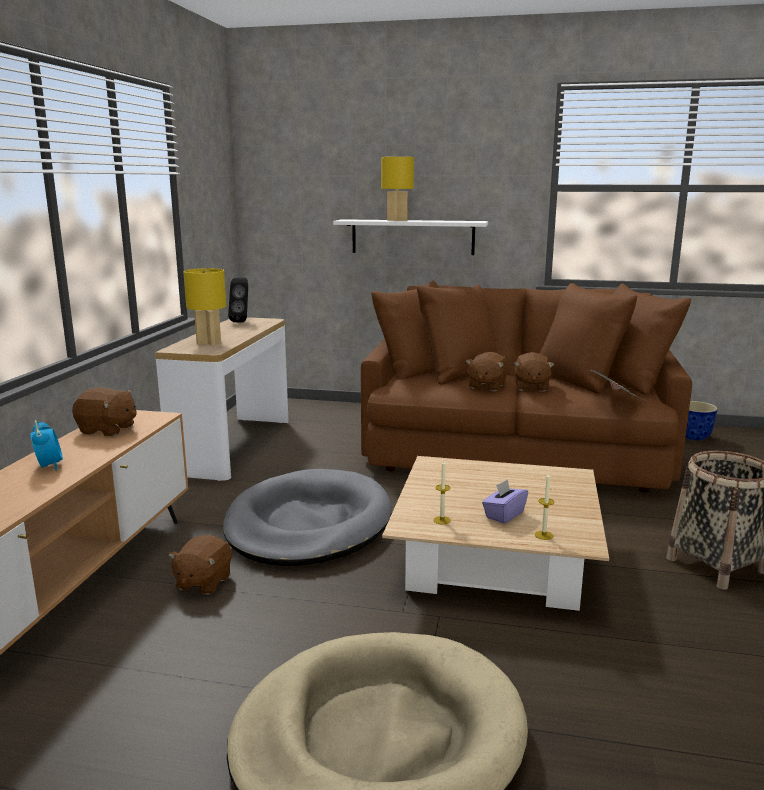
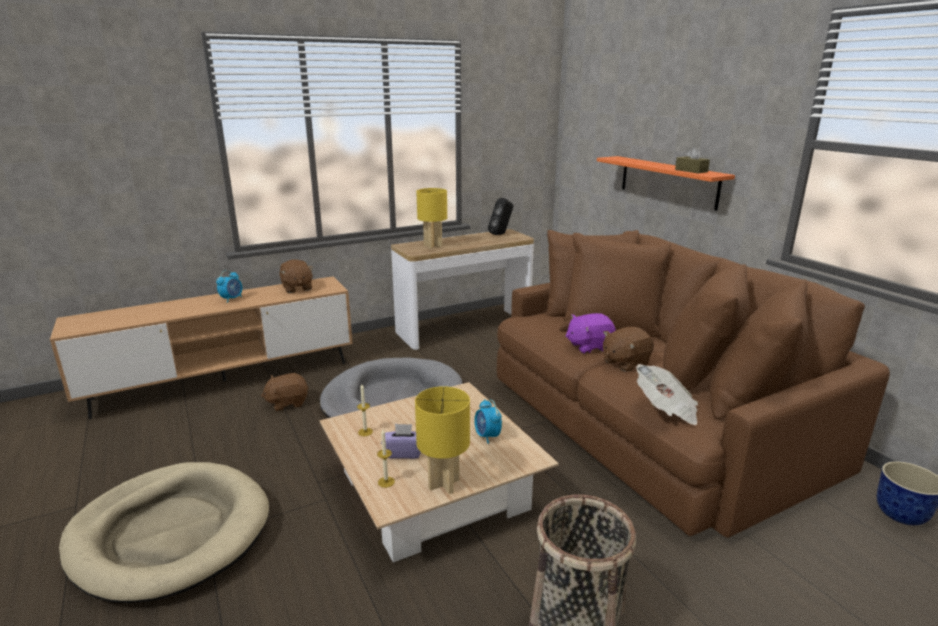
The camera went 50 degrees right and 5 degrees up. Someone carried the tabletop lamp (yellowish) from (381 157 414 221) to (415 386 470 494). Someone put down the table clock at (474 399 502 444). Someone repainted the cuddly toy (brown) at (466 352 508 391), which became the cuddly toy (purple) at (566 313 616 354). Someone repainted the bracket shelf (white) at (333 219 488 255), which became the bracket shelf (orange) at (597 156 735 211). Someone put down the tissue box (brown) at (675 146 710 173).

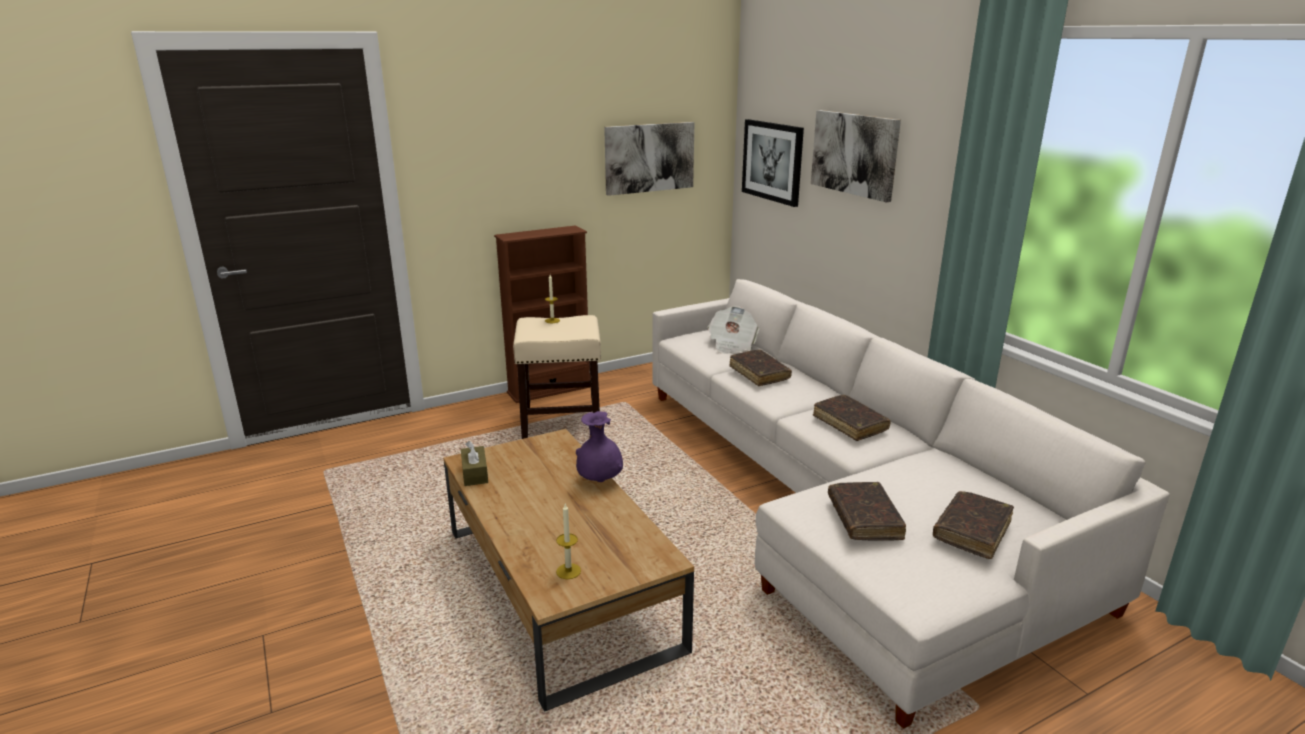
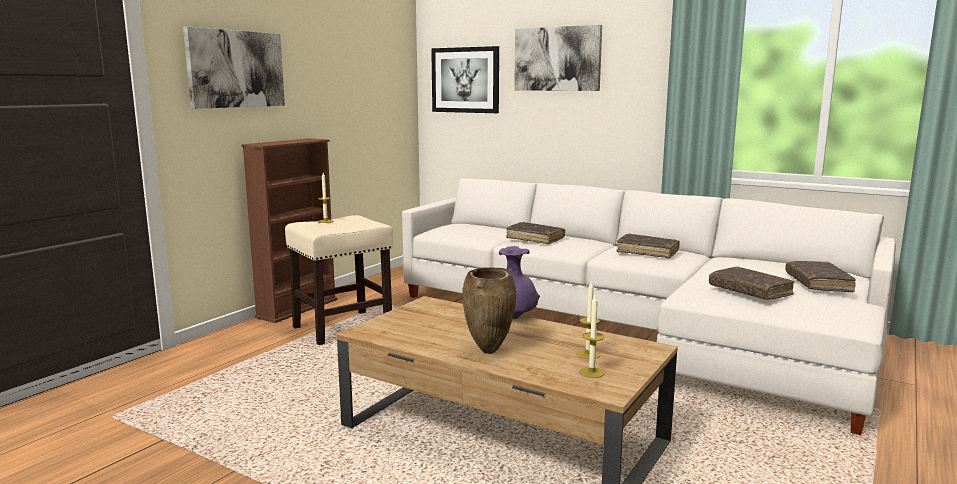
The camera went 30 degrees left and 10 degrees down. Someone carried the picture from (604 122 694 196) to (183 27 285 109). Someone put down the vase (brown) at (462 267 516 354). Someone put down the wax candle at (576 282 600 359). Someone took away the tissue box (brown) at (461 441 488 486). Someone took away the daily paper at (708 306 759 354).

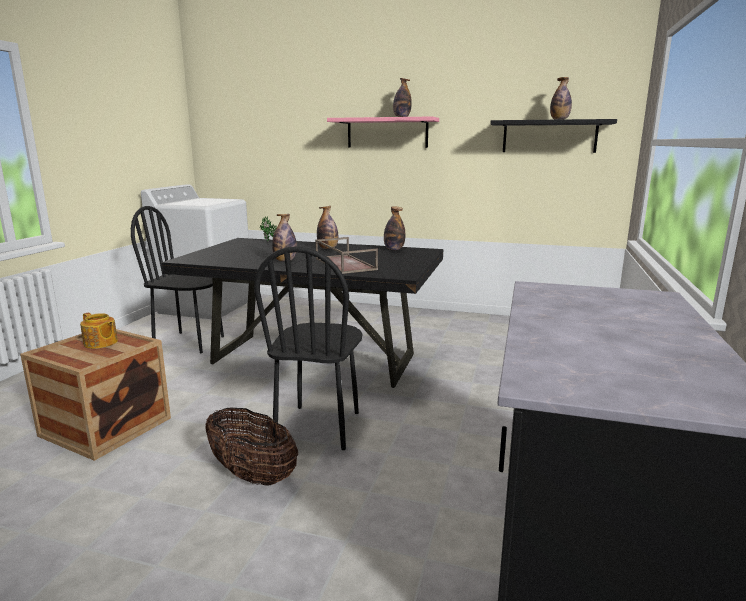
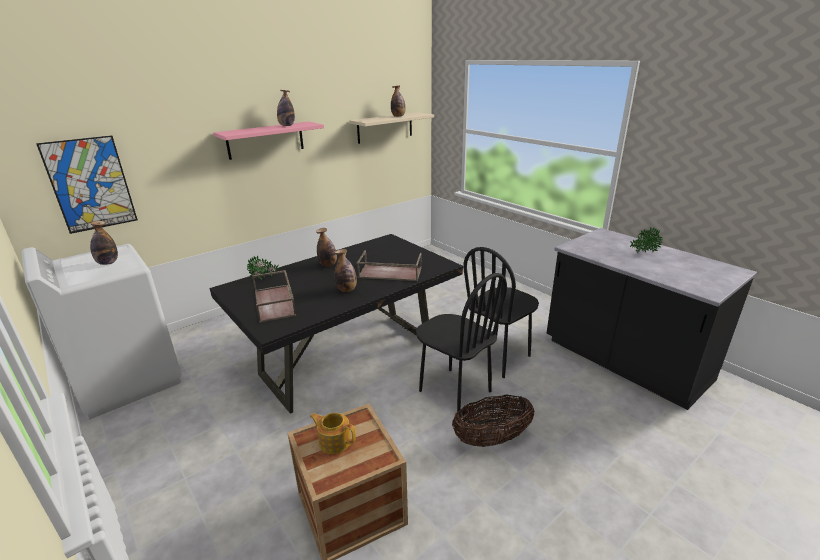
The camera went 55 degrees left and 10 degrees up. Someone put up the picture at (36 135 138 234). Someone carried the drink bottle from (384 207 405 250) to (90 221 118 265). Someone put down the carrying tray (brown) at (252 270 296 323). Someone rotated the pot for tea at (80 313 118 349) by 135 degrees counterclockwise. Someone repainted the bracket shelf (black) at (490 119 617 153), which became the bracket shelf (beige) at (349 112 434 144). Someone carried the upright chair (black) from (131 206 224 353) to (463 247 539 378). Someone put down the houseplant at (630 227 663 253).

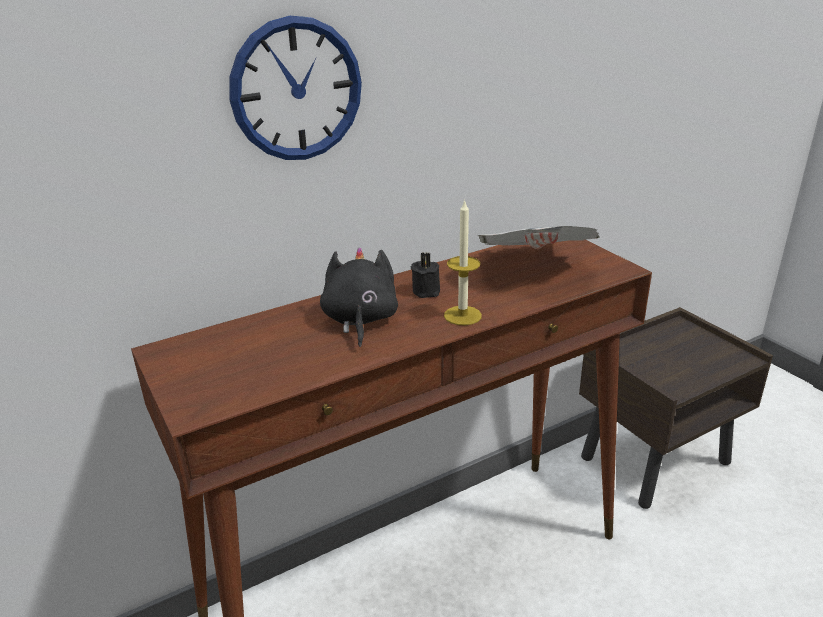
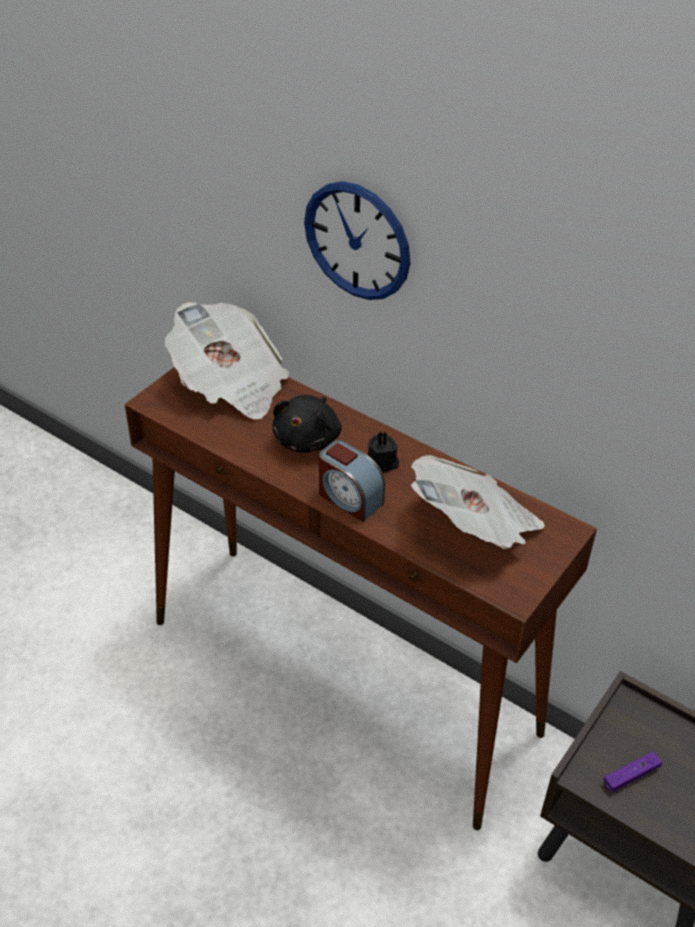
The camera went 65 degrees right and 15 degrees up. Someone put down the daily paper at (165 302 289 420). Someone rotated the cuddly toy (black) at (320 247 398 347) by 135 degrees clockwise. Someone swapped the wax candle at (444 199 482 325) for the table clock at (319 440 385 522). Someone put down the joypad (purple) at (603 751 662 792).

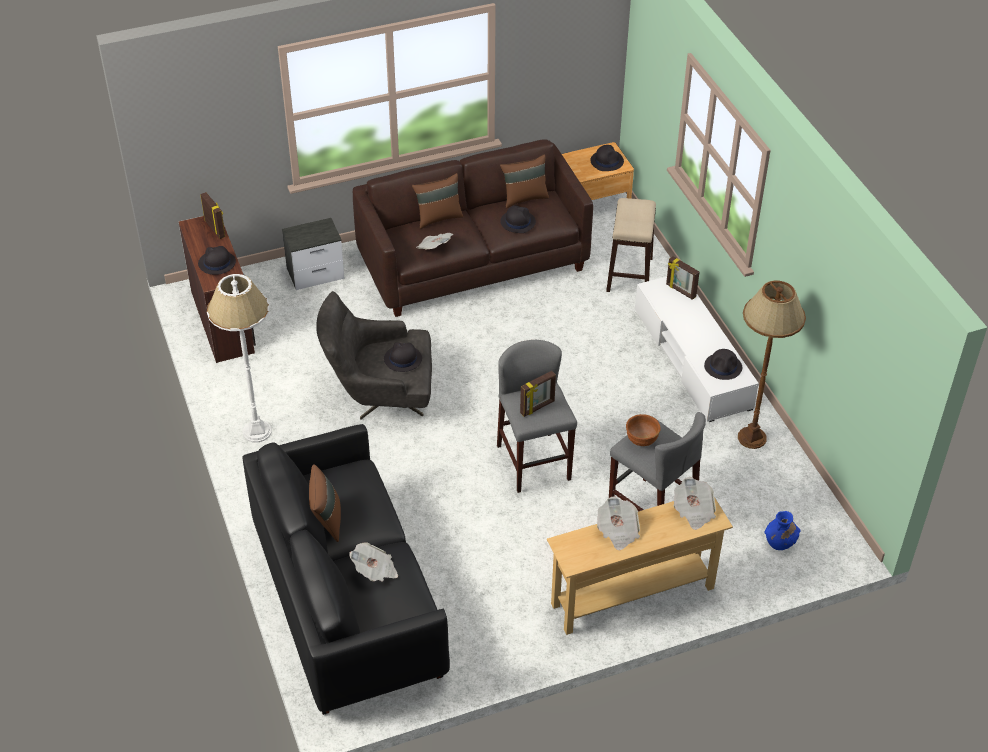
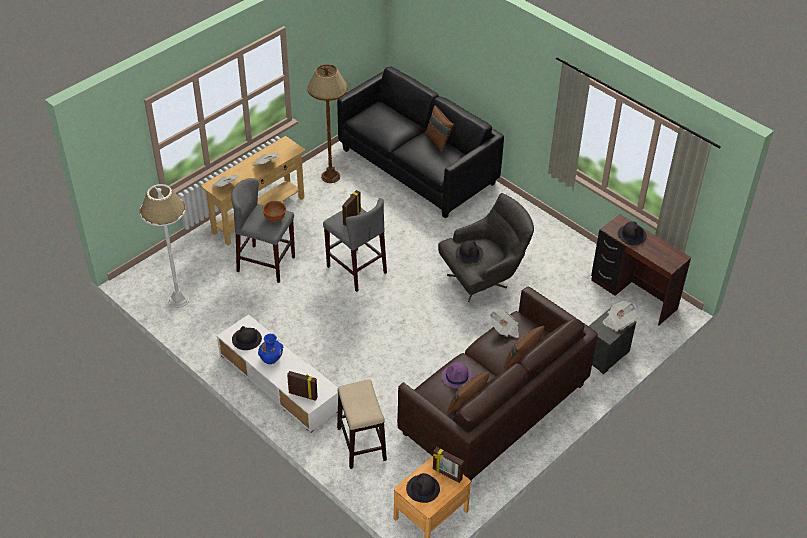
The camera went 155 degrees right and 0 degrees up. Someone carried the floor lamp (white) from (207 274 272 442) to (140 184 189 308). Someone carried the vase (blue) from (764 511 801 550) to (258 334 283 364). Someone carried the floor lamp (brown) from (738 281 806 449) to (307 64 348 183). Someone carried the picture frame from (200 192 226 239) to (433 447 464 483). Someone repainted the clothing hat (black) at (500 205 536 233), which became the clothing hat (purple) at (441 362 473 389). Someone carried the daily paper from (349 542 398 582) to (603 301 637 332).

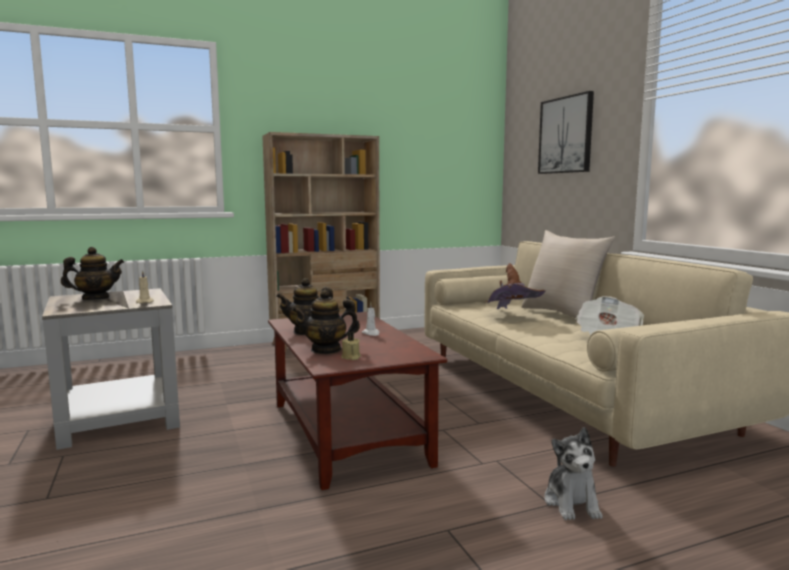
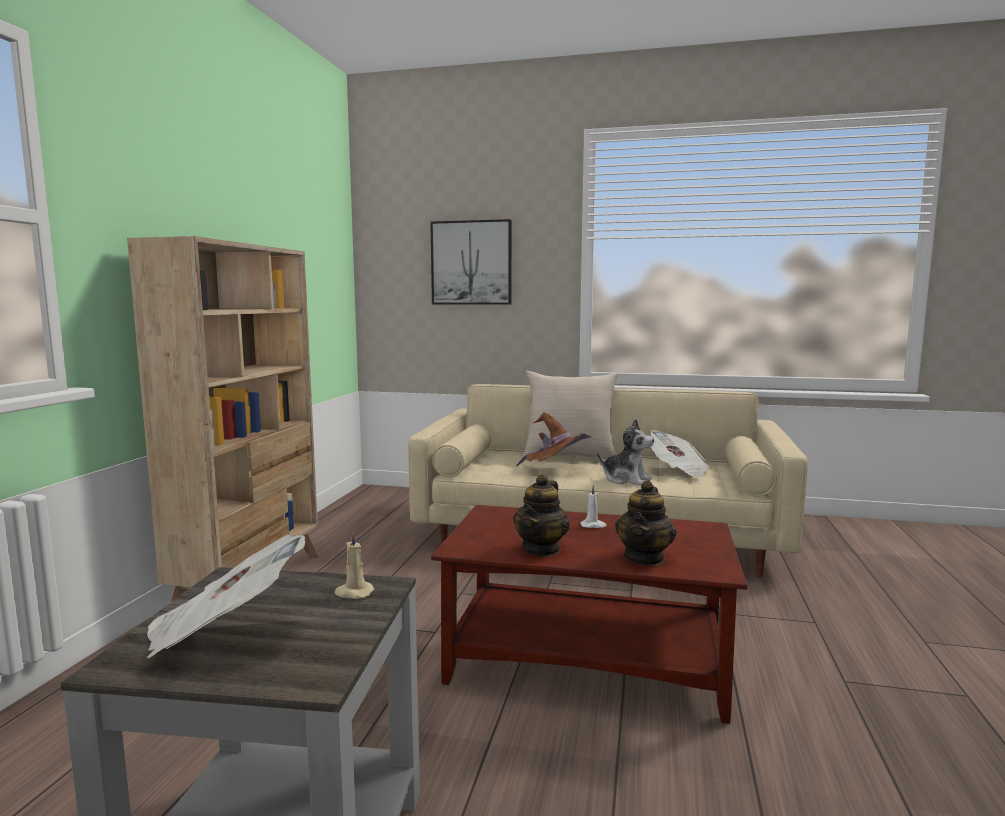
The camera went 55 degrees left and 0 degrees up. Someone swapped the pot for tea at (61 247 124 300) for the daily paper at (147 534 306 658). Someone carried the cuddly toy from (544 427 603 520) to (597 419 654 485). Someone took away the wax candle (beige) at (341 332 361 360).

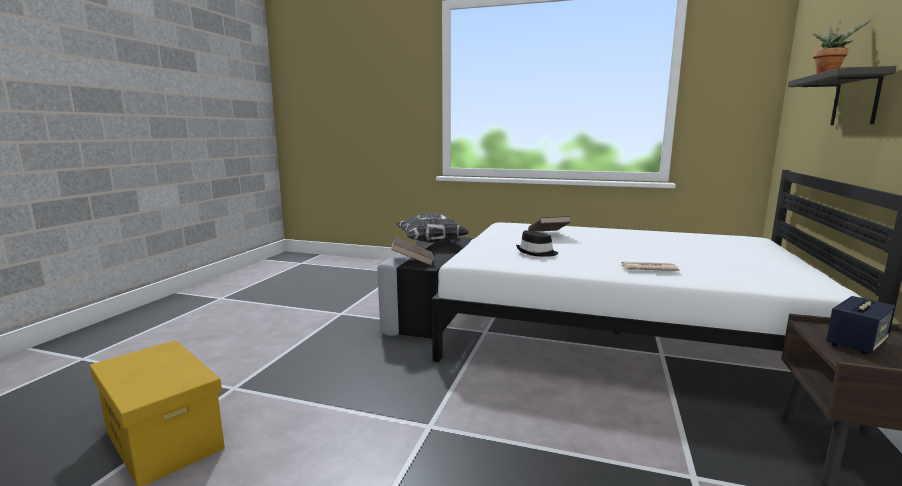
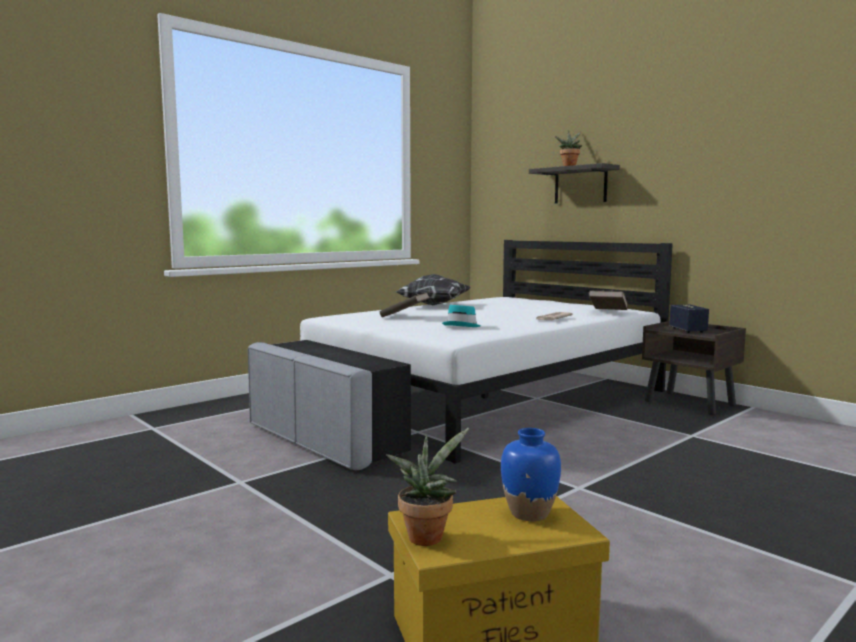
The camera went 60 degrees left and 5 degrees down. Someone put down the houseplant at (386 428 469 546). Someone carried the cushion from (396 212 469 243) to (396 274 470 305). Someone repainted the clothing hat (black) at (516 230 558 257), which became the clothing hat (turquoise) at (442 305 481 327). Someone put down the vase (blue) at (501 428 561 521). Someone carried the book (brown) from (391 237 434 266) to (588 290 628 310).

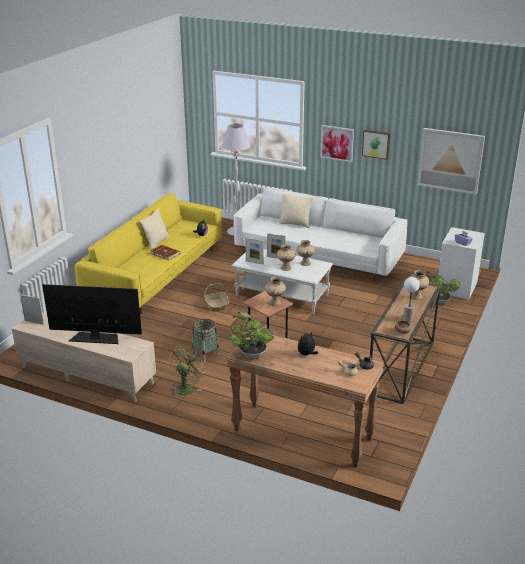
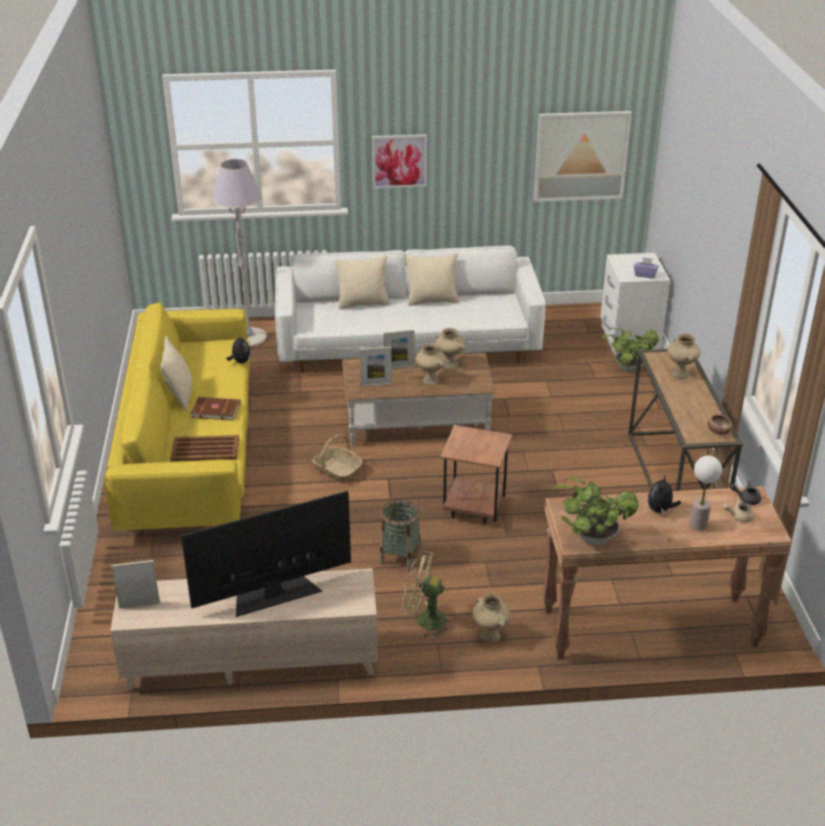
The camera went 30 degrees left and 5 degrees up. Someone put down the carrying tray (brown) at (170 435 239 462). Someone repainted the lounge table (white) at (232 249 333 314), which became the lounge table (brown) at (342 353 496 446). Someone rotated the cooling fan (green-coloured) at (169 345 207 396) by 75 degrees counterclockwise. Someone put down the cushion (beige) at (406 253 459 306). Someone carried the vase (beige) from (265 277 286 306) to (473 594 510 644). Someone carried the tabletop lamp from (403 277 420 322) to (690 456 722 531). Someone took away the picture at (362 130 390 160).

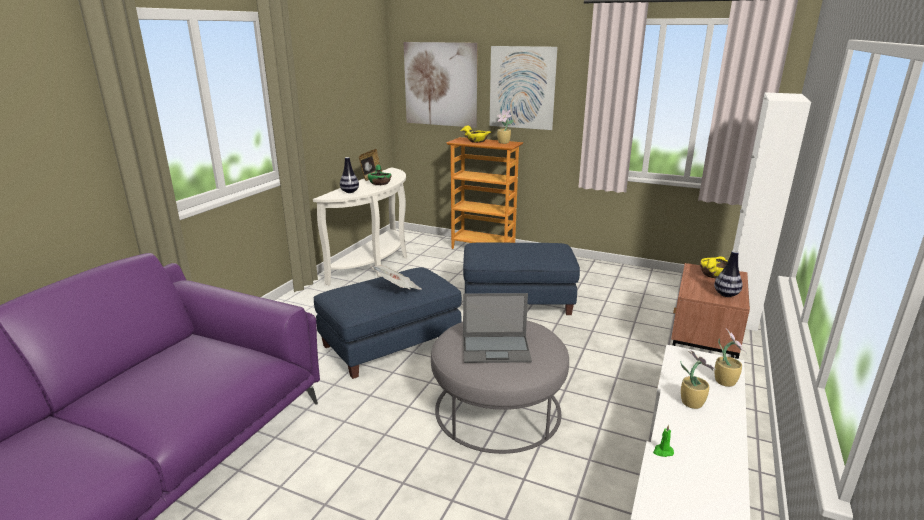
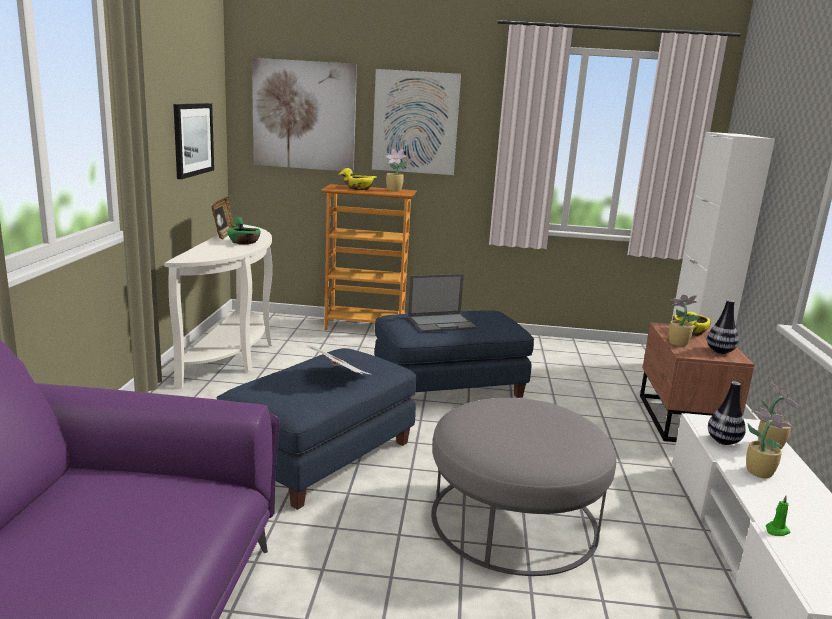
The camera went 20 degrees left and 5 degrees down. Someone put up the picture at (173 103 214 179). Someone carried the laptop from (463 293 532 363) to (408 274 477 332). Someone put down the houseplant at (669 294 700 346). Someone carried the vase from (340 157 359 193) to (708 382 746 445).

